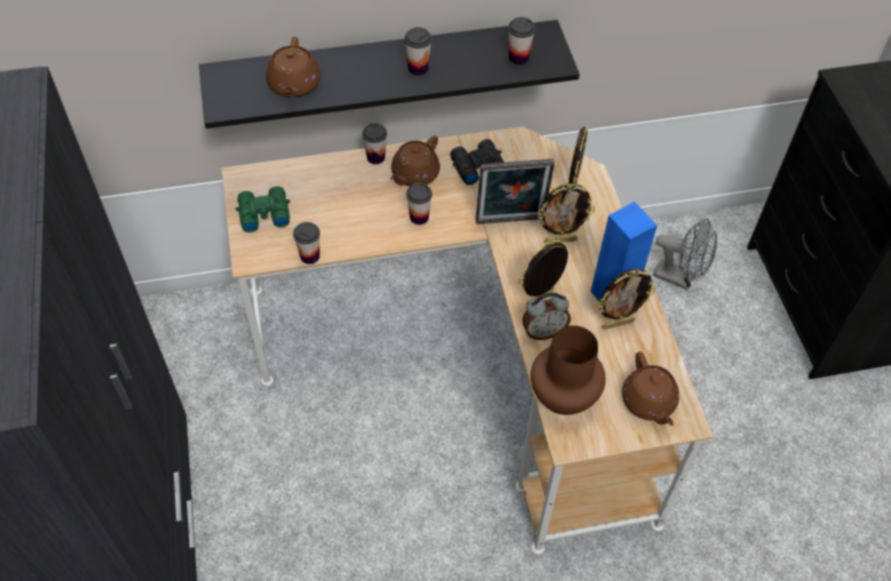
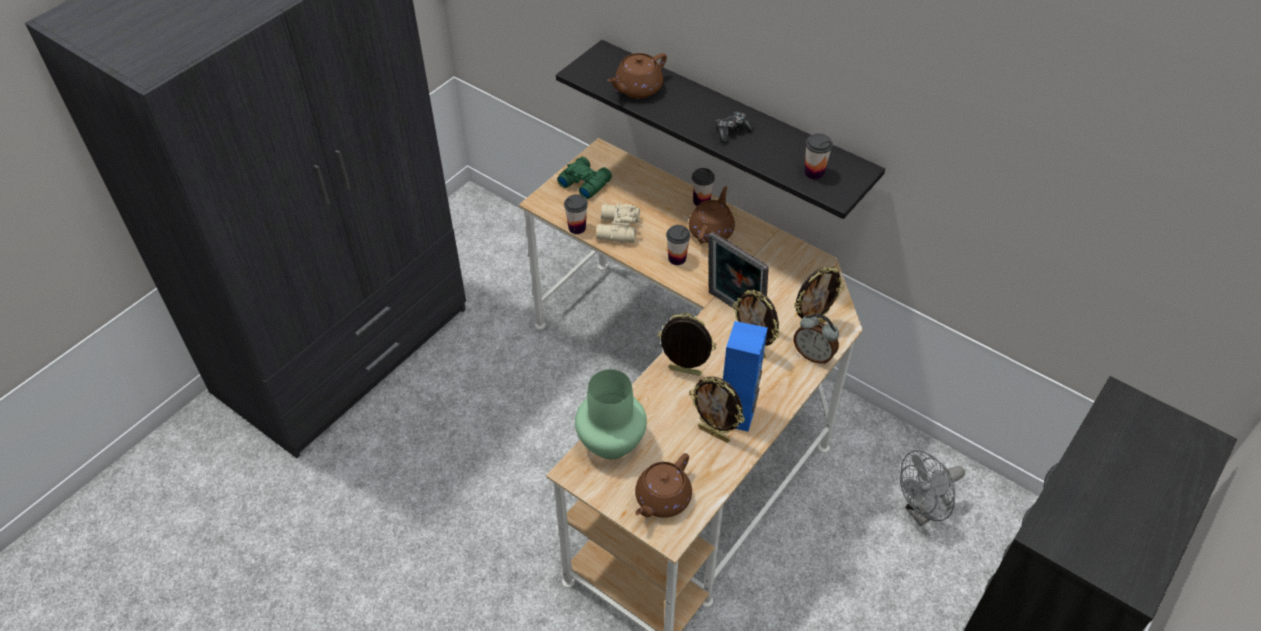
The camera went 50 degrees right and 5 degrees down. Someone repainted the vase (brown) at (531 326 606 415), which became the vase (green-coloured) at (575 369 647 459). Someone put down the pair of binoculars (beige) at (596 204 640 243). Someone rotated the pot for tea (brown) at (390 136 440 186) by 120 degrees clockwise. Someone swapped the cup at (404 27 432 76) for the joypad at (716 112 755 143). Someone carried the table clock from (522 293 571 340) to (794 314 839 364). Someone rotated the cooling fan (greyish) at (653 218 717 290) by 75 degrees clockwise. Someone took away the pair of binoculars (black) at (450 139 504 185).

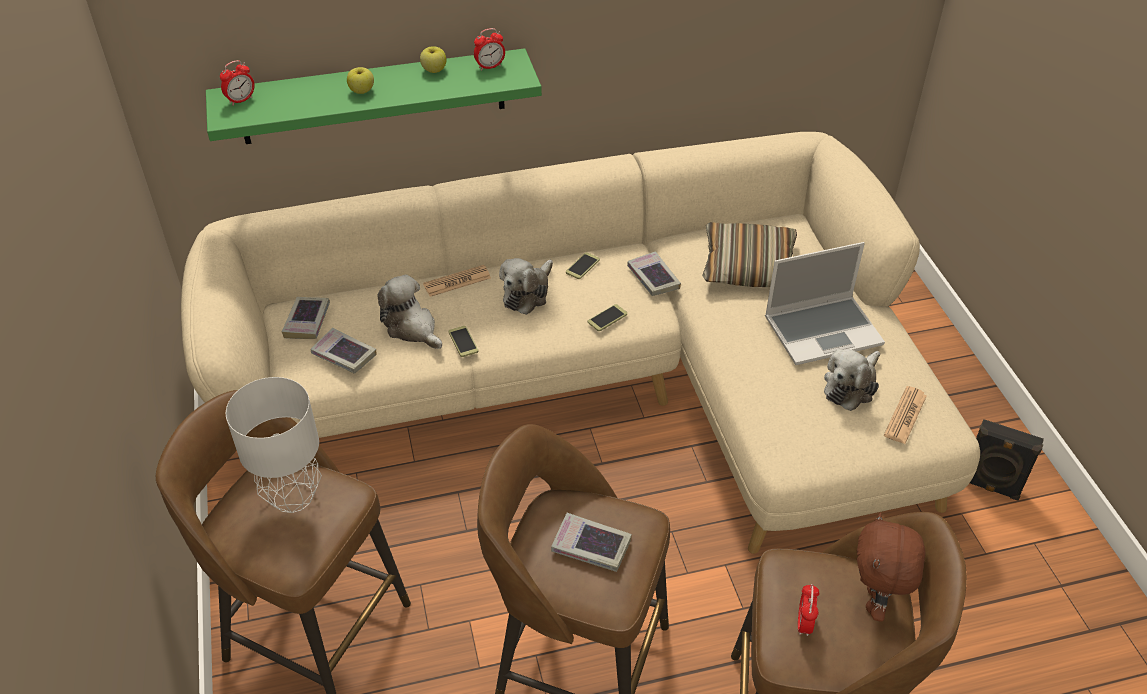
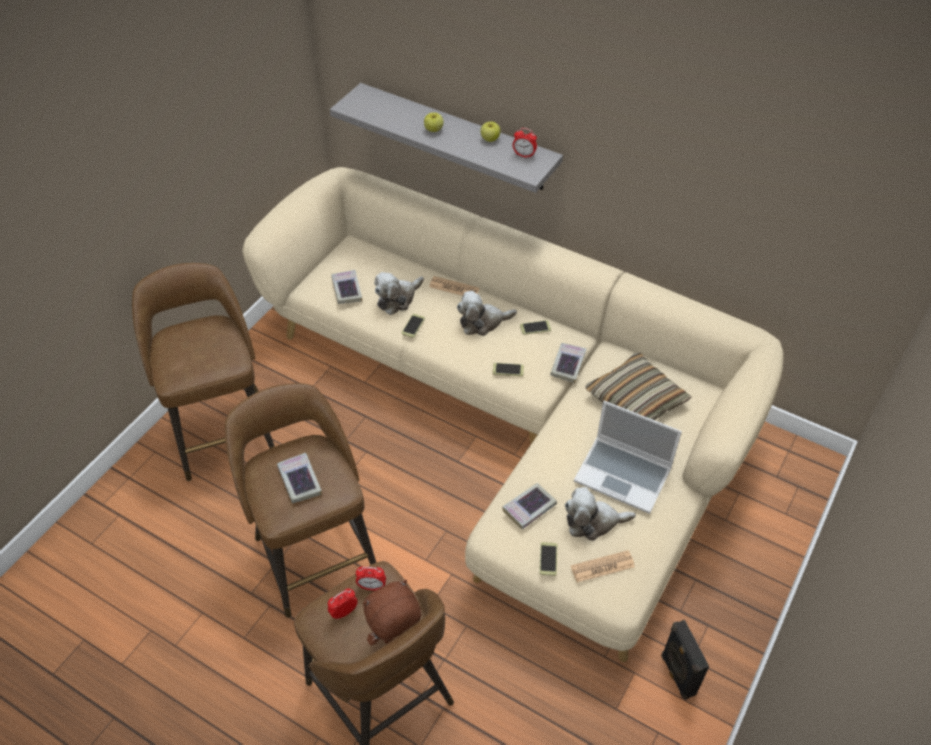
The camera went 45 degrees right and 5 degrees up. Someone repainted the bracket shelf (green-coloured) at (206 48 542 144), which became the bracket shelf (greyish) at (330 83 563 193). Someone carried the table clock from (220 60 254 105) to (356 566 386 590). Someone rotated the cuddly toy at (377 275 442 349) by 135 degrees counterclockwise. Someone carried the book from (282 297 330 339) to (502 483 557 529). Someone put down the telephone at (539 542 557 576). Someone took away the tabletop lamp (greyish) at (226 377 322 513).

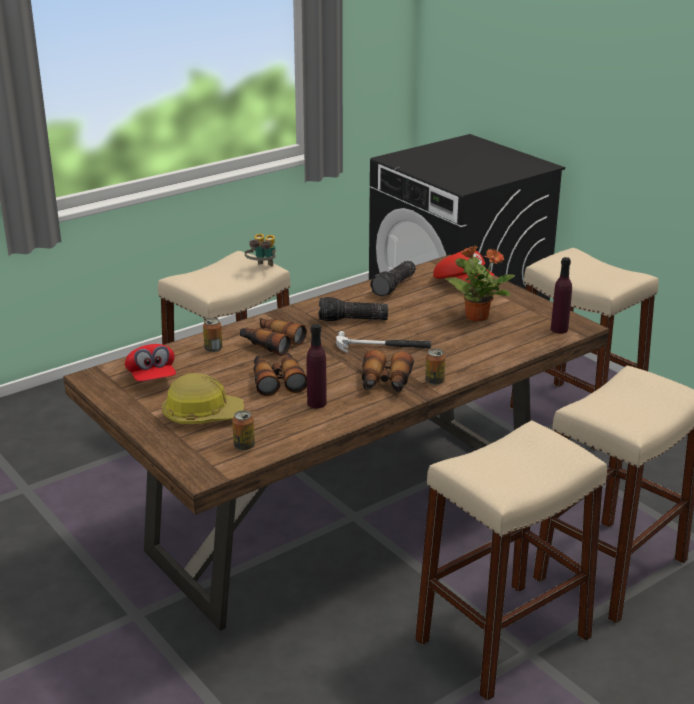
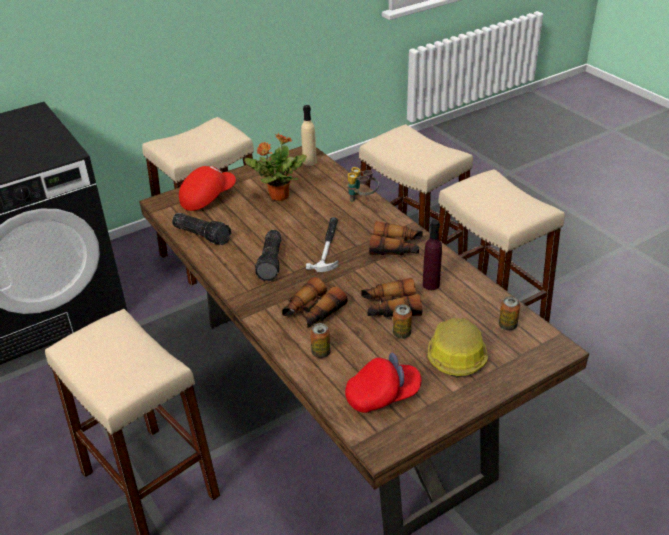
The camera went 85 degrees left and 10 degrees up. Someone repainted the drink bottle (purple) at (551 257 572 334), which became the drink bottle (beige) at (301 105 316 166). Someone carried the pair of binoculars from (245 233 276 266) to (346 167 379 202). Someone carried the metal can from (425 349 445 385) to (393 304 412 339).

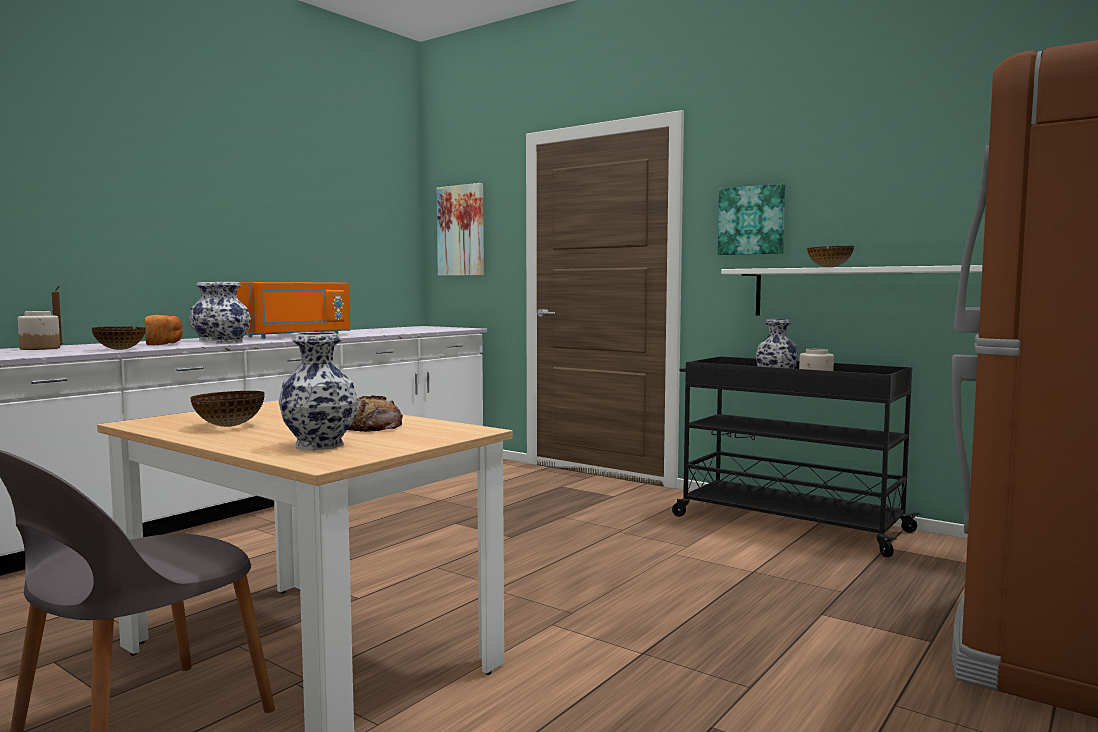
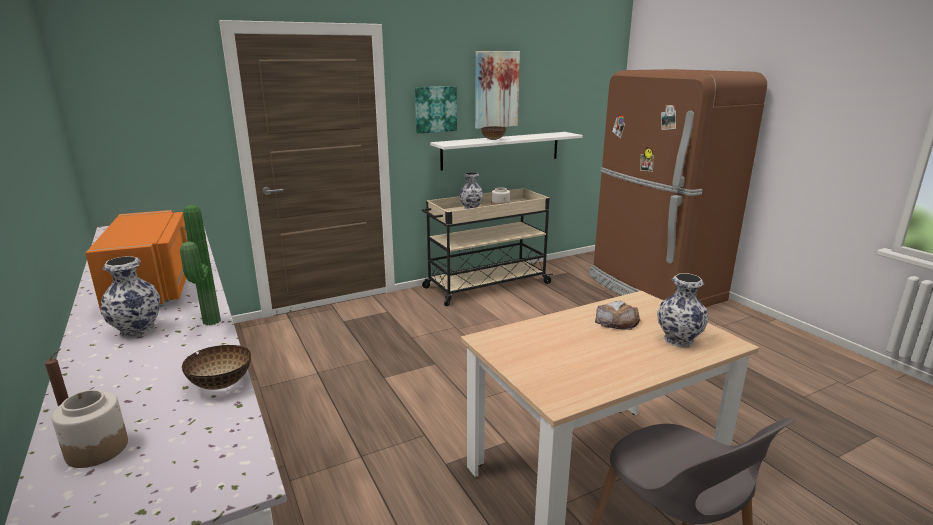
The camera went 65 degrees left and 15 degrees up. Someone swapped the vase at (207 282 251 344) for the houseplant at (180 205 221 326). Someone repainted the trolley (black) at (672 356 921 557), which became the trolley (beige) at (422 188 553 306). Someone carried the picture from (437 183 484 276) to (475 51 520 129). Someone took away the bakery bread at (145 315 183 345). Someone took away the serving bowl at (190 391 265 427).

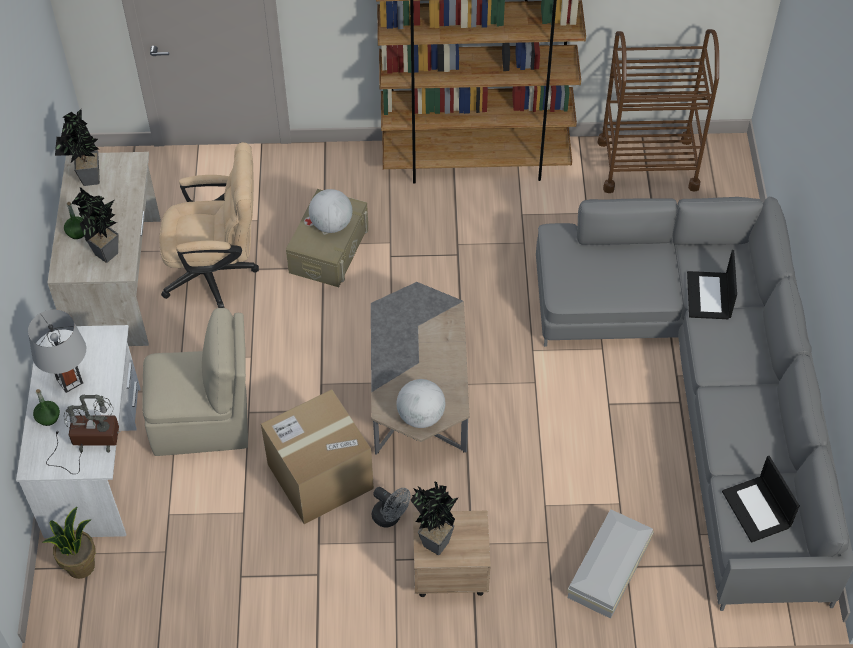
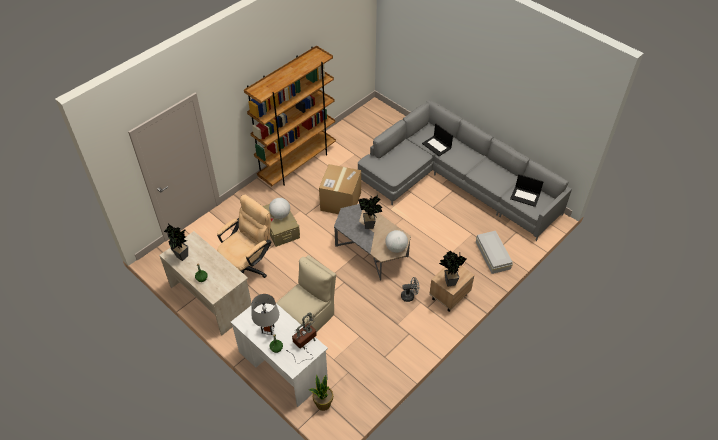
The camera went 45 degrees left and 5 degrees down. Someone carried the cardboard box from (261 389 374 524) to (319 164 361 214). Someone carried the houseplant from (71 188 119 263) to (358 194 383 229). Someone took away the trolley (brown) at (598 29 719 193).

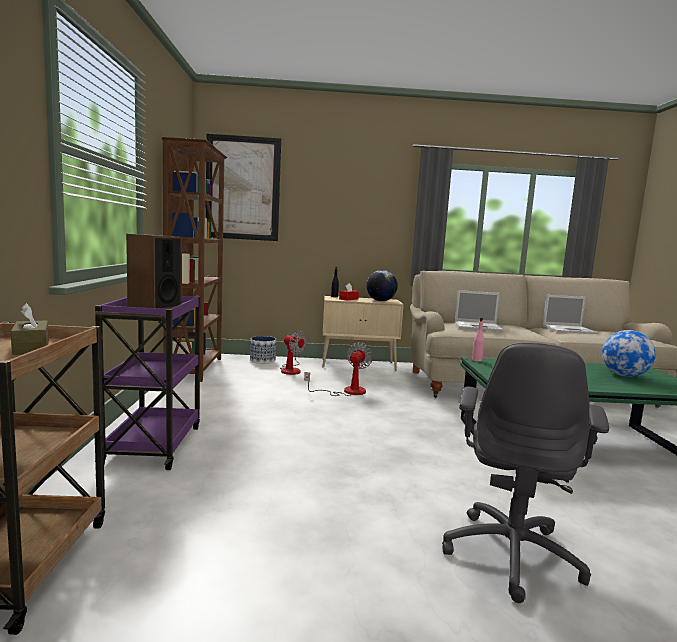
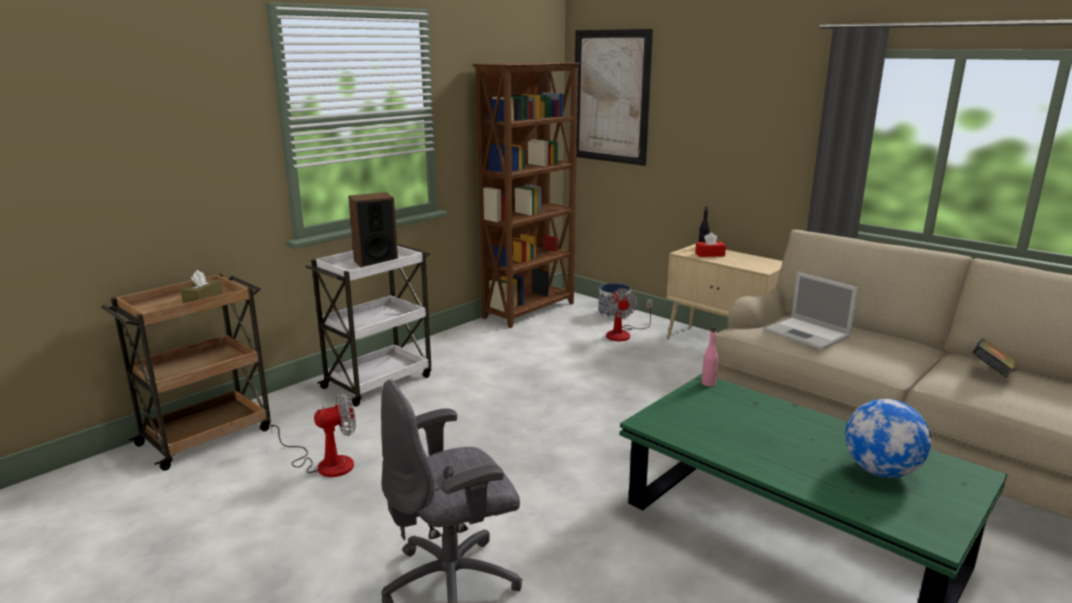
The camera went 45 degrees right and 10 degrees up. Someone carried the cooling fan from (304 342 373 396) to (269 392 356 477). Someone repainted the trolley (purple) at (95 296 201 470), which became the trolley (white) at (306 244 431 407). Someone swapped the laptop at (543 295 598 334) for the book at (972 338 1016 378). Someone took away the world globe at (366 270 398 301).

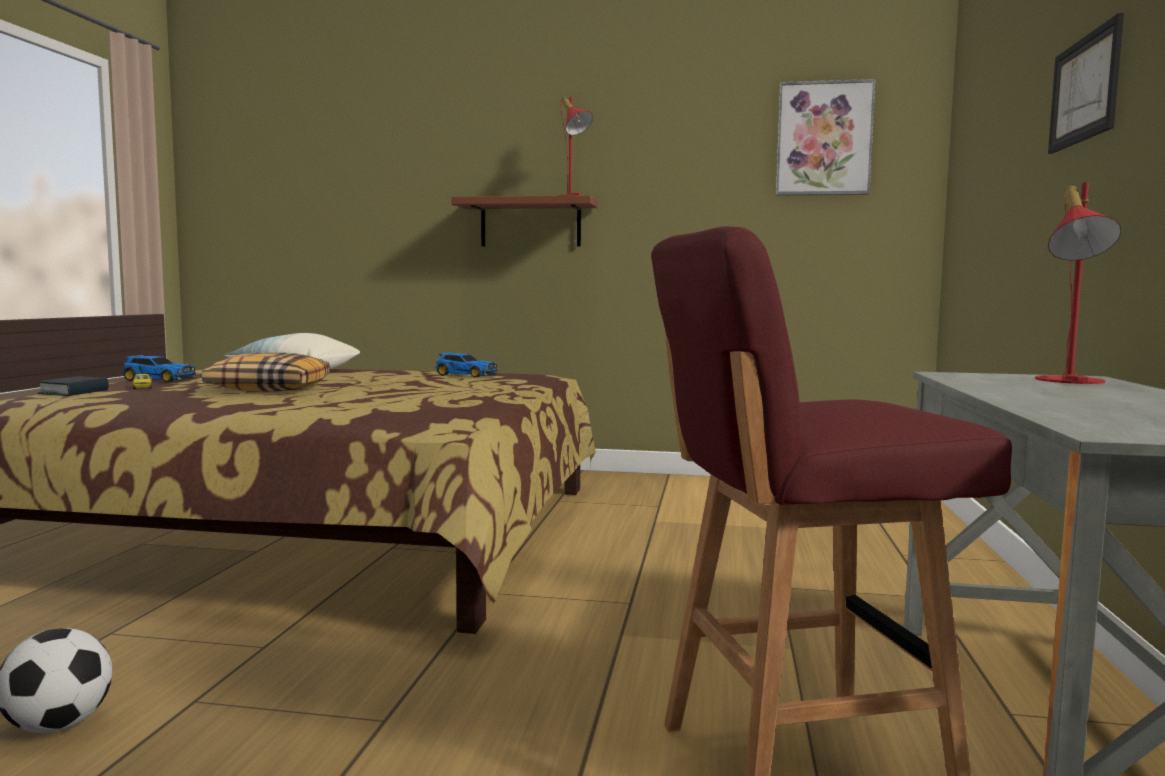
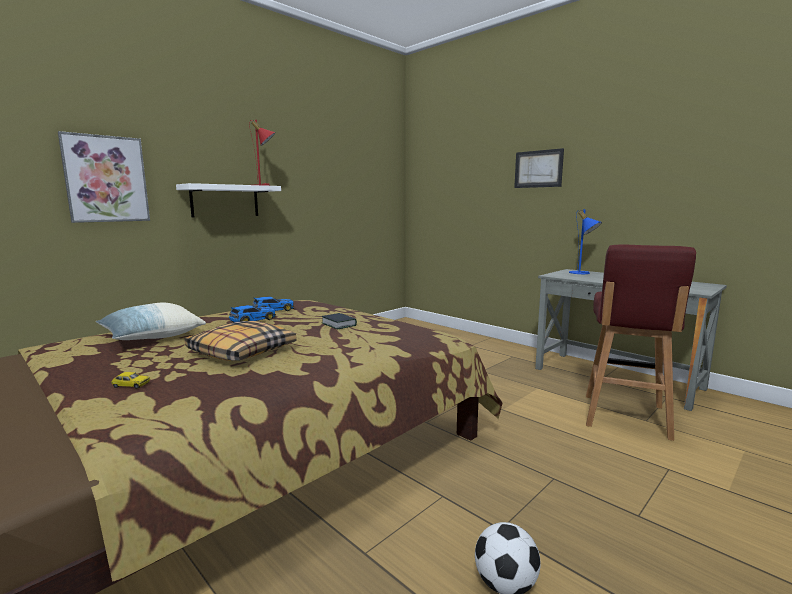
The camera went 55 degrees left and 5 degrees up. Someone carried the picture from (776 79 875 196) to (58 131 150 223). Someone repainted the bracket shelf (brown) at (451 195 598 247), which became the bracket shelf (white) at (176 183 281 217). Someone carried the toy car from (122 355 196 382) to (229 305 276 322). Someone carried the book from (38 376 109 396) to (322 313 357 329). Someone repainted the tabletop lamp (red-coloured) at (1035 182 1121 384), which became the tabletop lamp (blue) at (569 209 602 274).

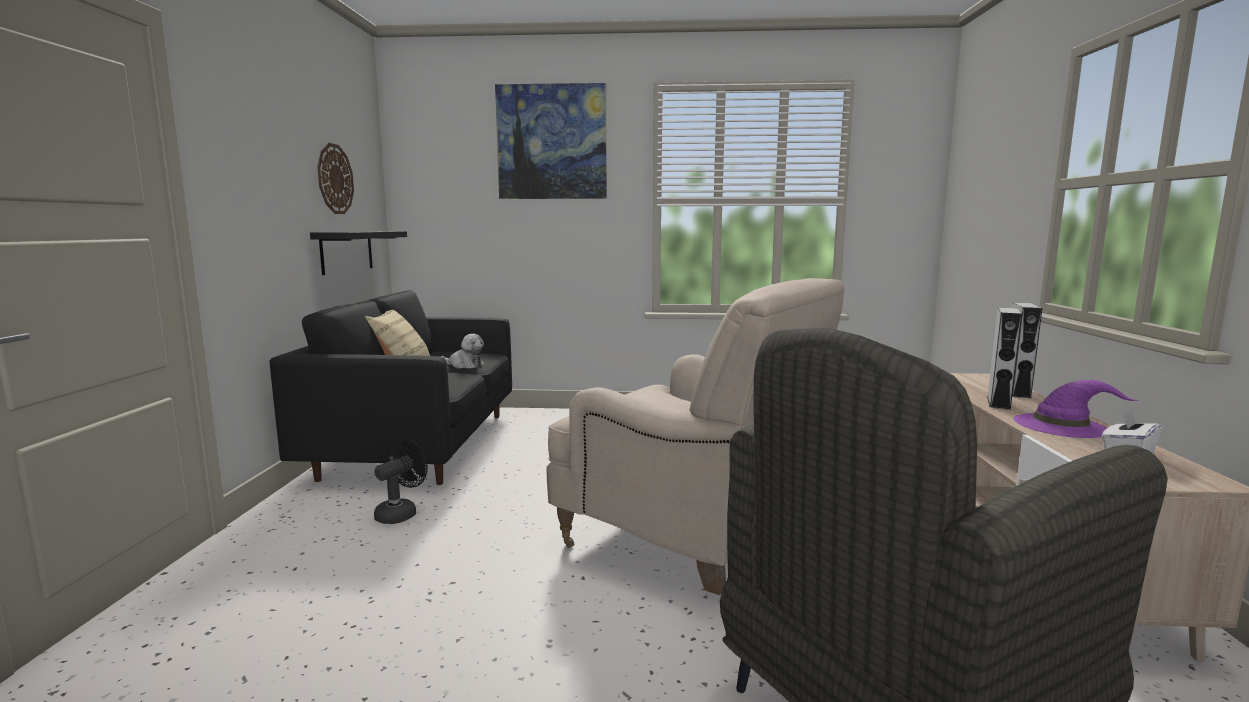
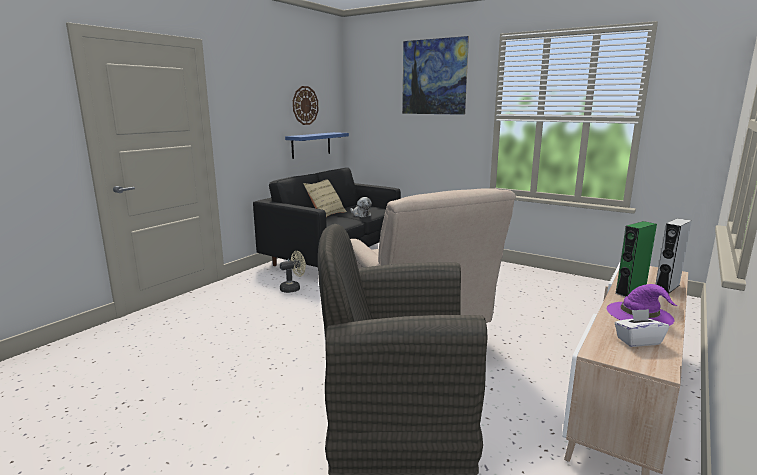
The camera went 30 degrees right and 5 degrees up. Someone repainted the cooling fan (black) at (374 438 428 524), which became the cooling fan (beige) at (280 251 306 293). Someone repainted the bracket shelf (black) at (310 231 407 275), which became the bracket shelf (blue) at (285 132 349 159). Someone repainted the speaker (greyish) at (987 307 1022 410), which became the speaker (green-coloured) at (615 221 657 297).

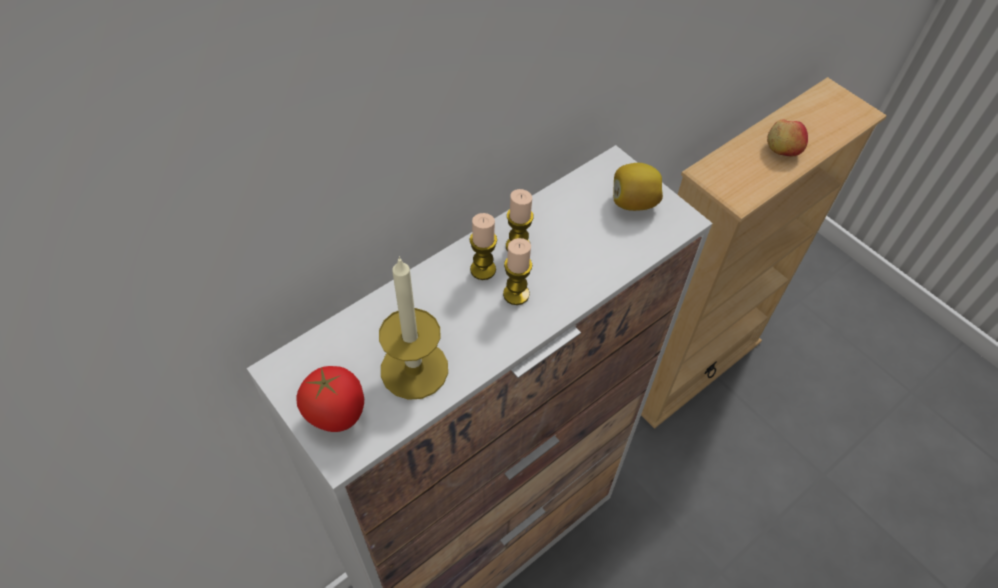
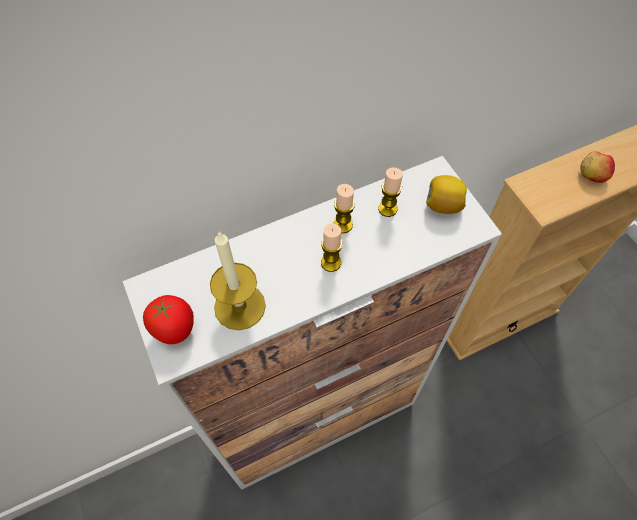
The camera went 15 degrees right and 5 degrees up. Someone carried the wax candle from (470 213 497 280) to (378 167 403 217).

